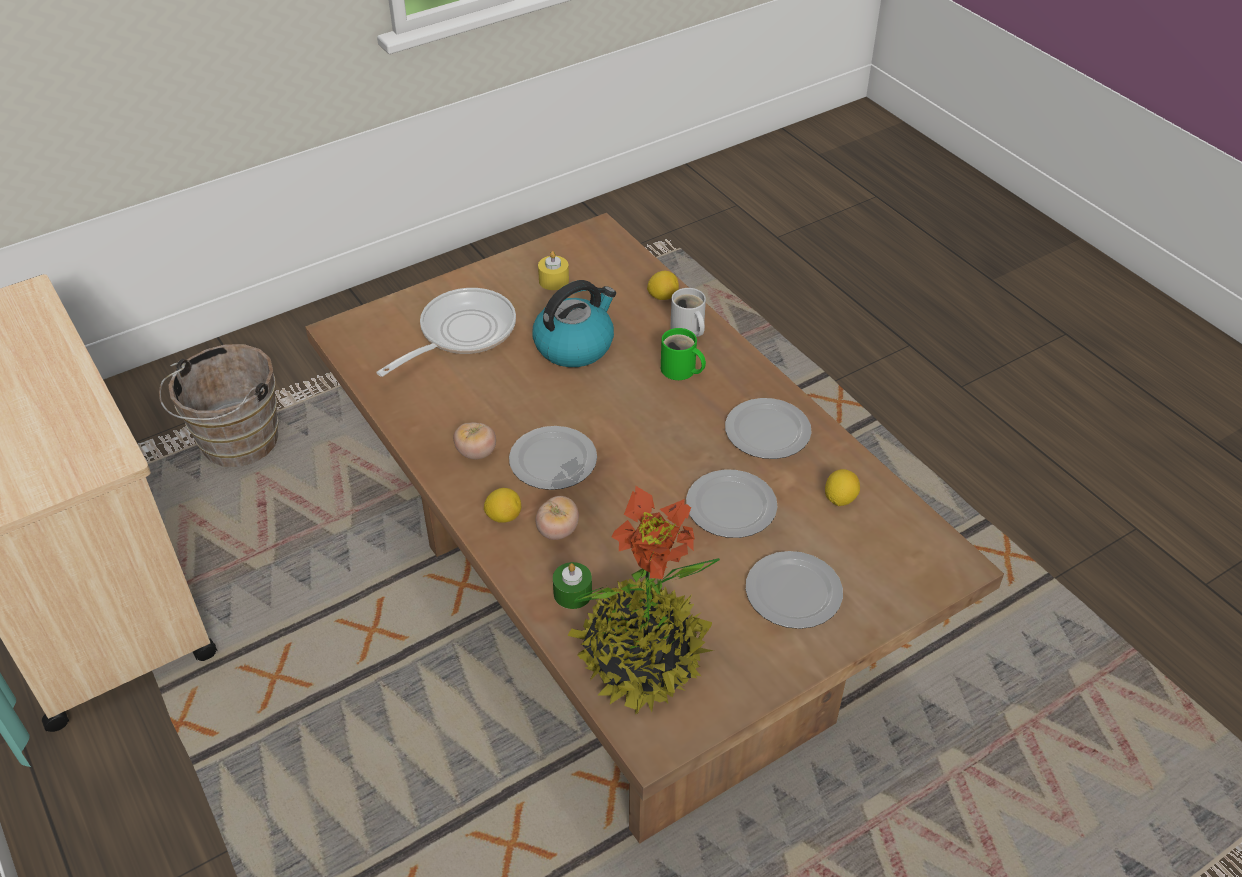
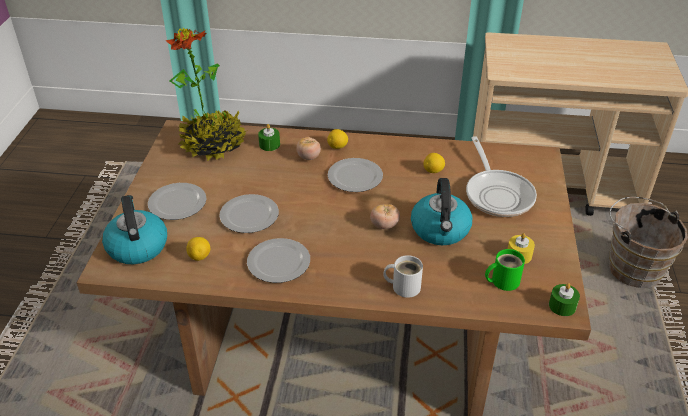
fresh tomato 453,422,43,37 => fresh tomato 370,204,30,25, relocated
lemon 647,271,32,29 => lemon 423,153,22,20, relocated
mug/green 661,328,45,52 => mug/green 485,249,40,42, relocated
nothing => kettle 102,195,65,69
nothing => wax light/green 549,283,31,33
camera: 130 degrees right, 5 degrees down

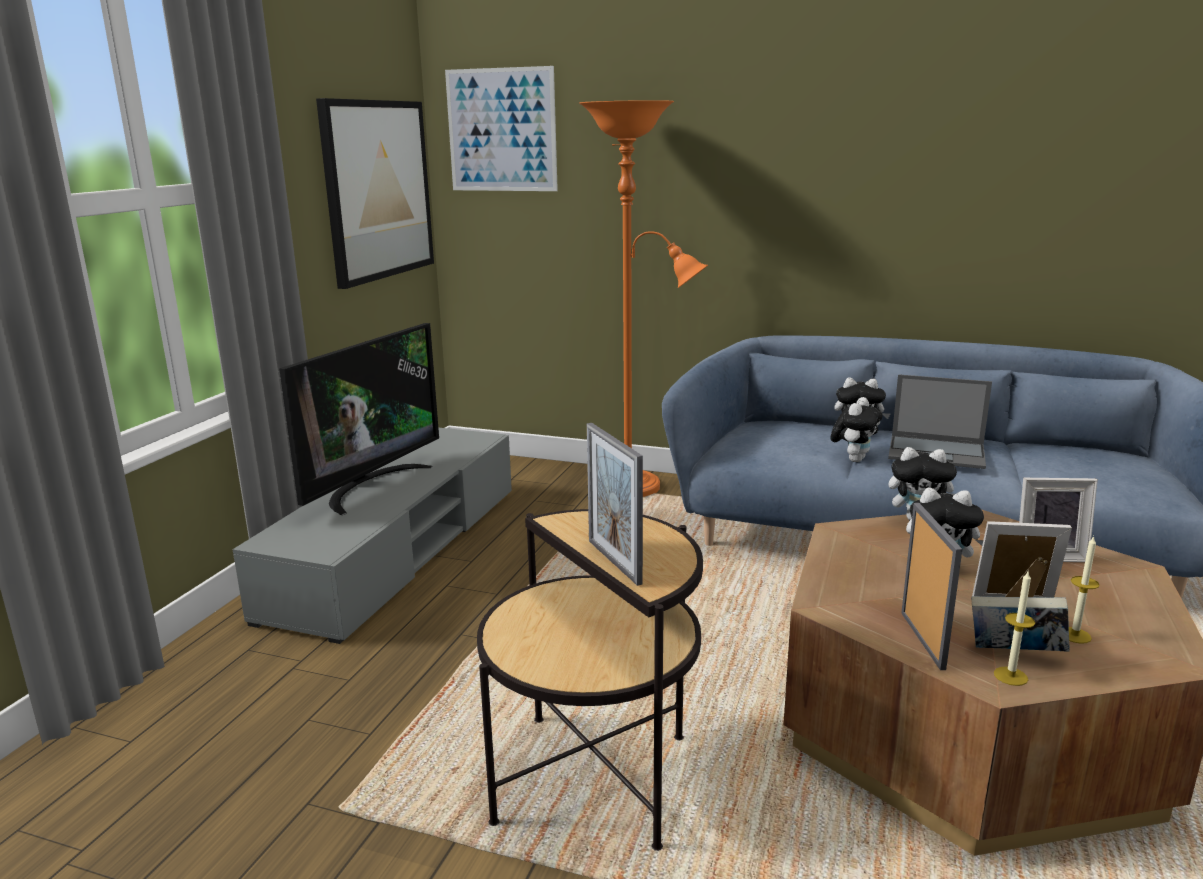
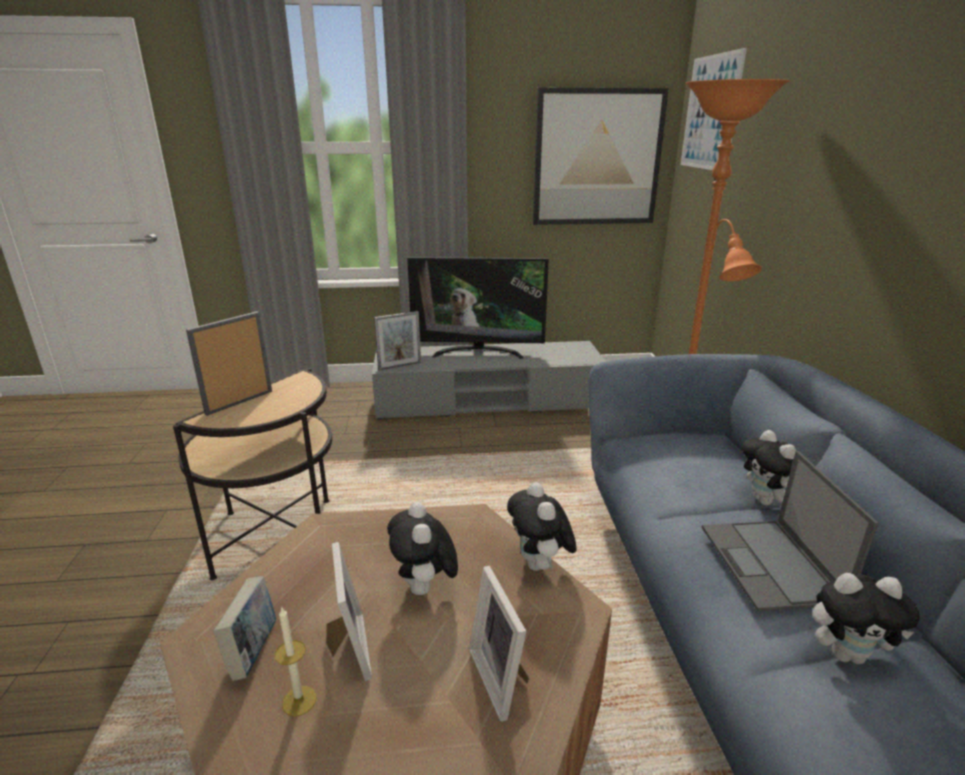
plush toy 830,397,52,65 => plush toy 813,573,107,92, relocated
picture frame 901,503,61,167 => picture frame 374,311,47,59, relocated
wax light 994,572,41,114 => nothing
camera: 65 degrees right, 5 degrees up

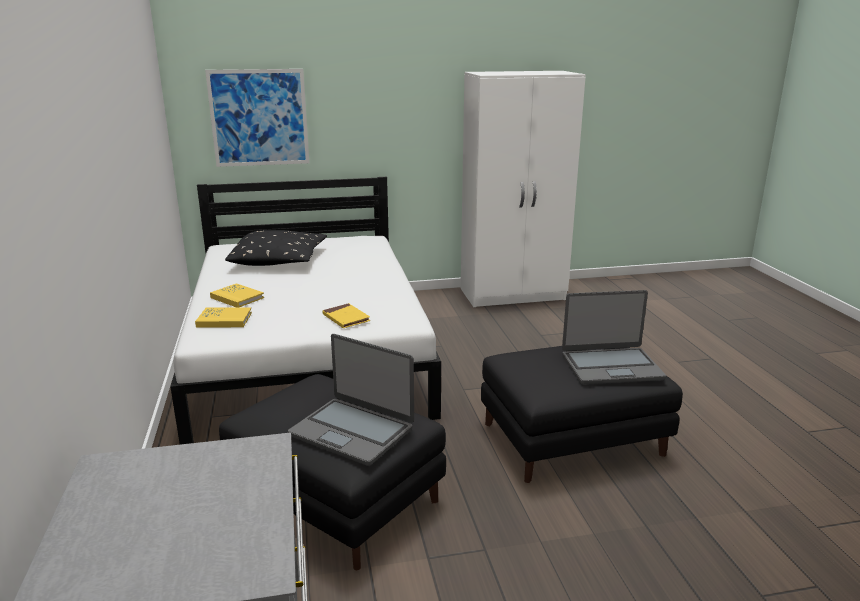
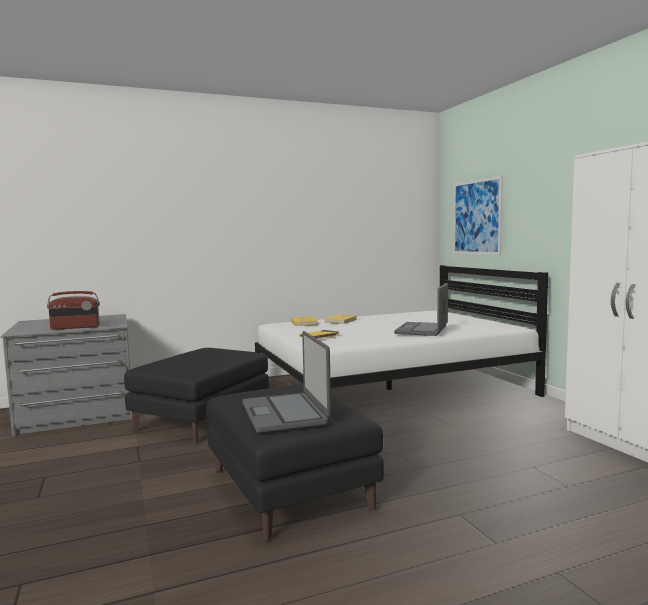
throw pillow/blackish 225,230,102,36 => nothing
notebook computer 288,334,126,132 => notebook computer 394,283,54,53, relocated
nothing => radio 47,291,53,39
camera: 80 degrees right, 15 degrees down

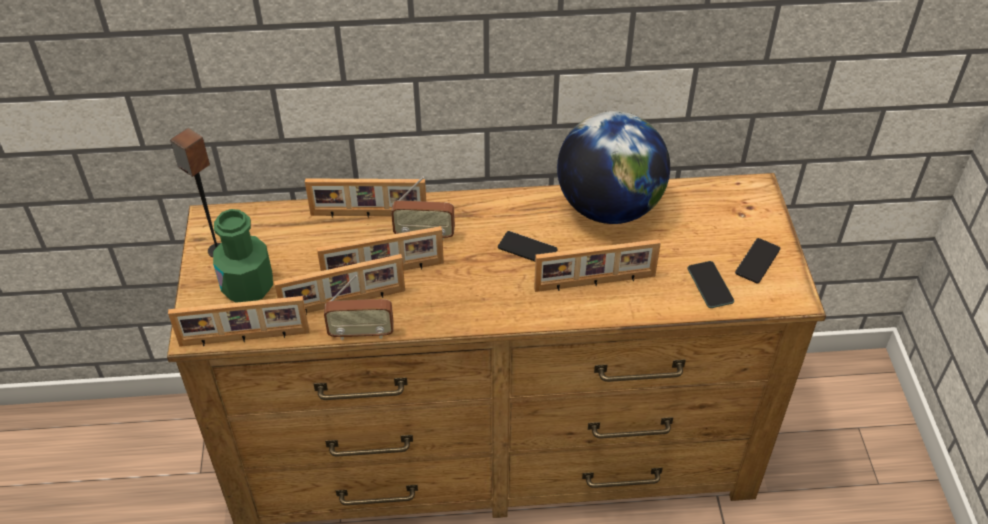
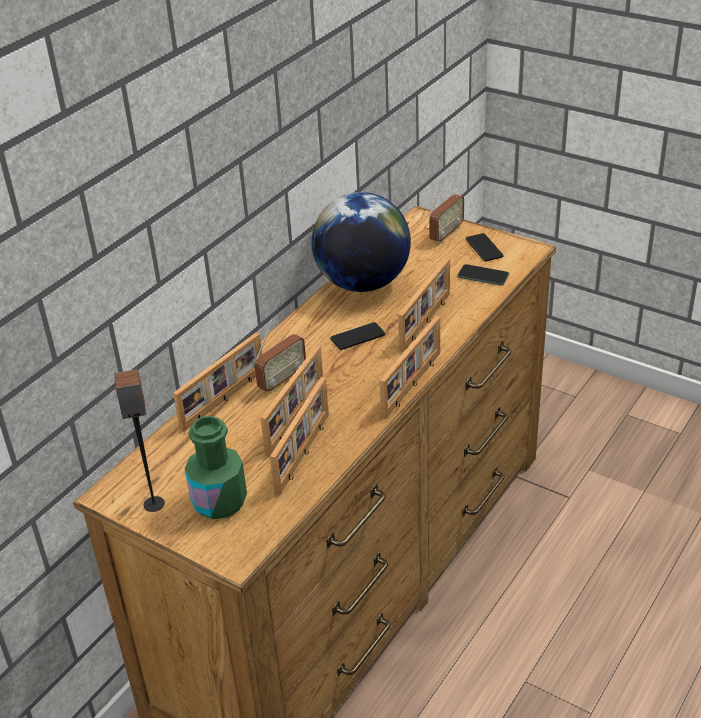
picture frame 168,296,141,51 => picture frame 380,316,60,103, relocated
radio 324,275,70,65 => radio 429,179,35,64, relocated
camera: 50 degrees left, 10 degrees down

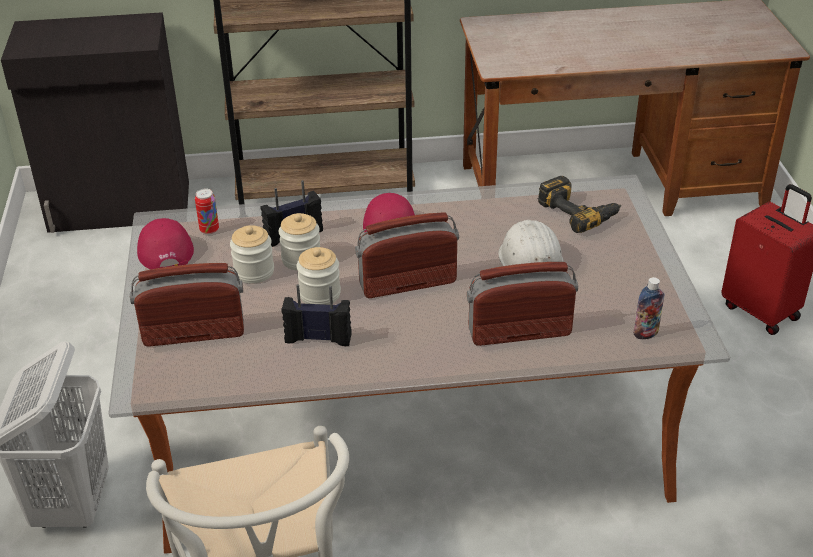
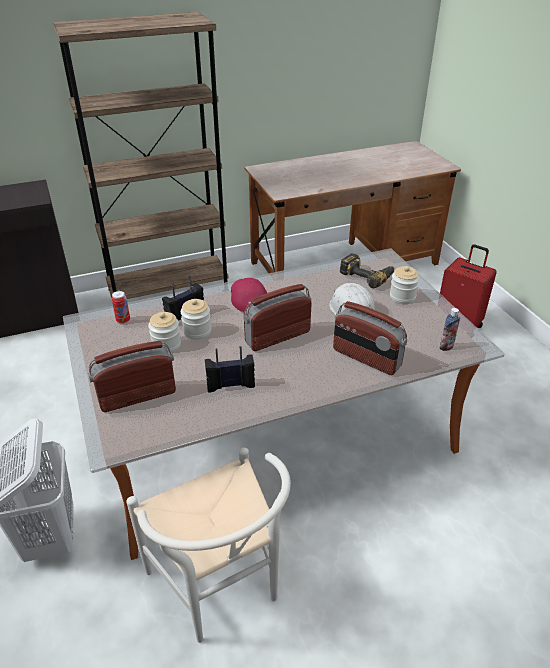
peaked cap/red-coloured 137,218,57,51 => nothing
jar 297,247,44,58 => jar 390,266,29,38, relocated
radio 467,262,111,84 => radio 333,301,74,74, 120 degrees counterclockwise
camera: 15 degrees left, 0 degrees up

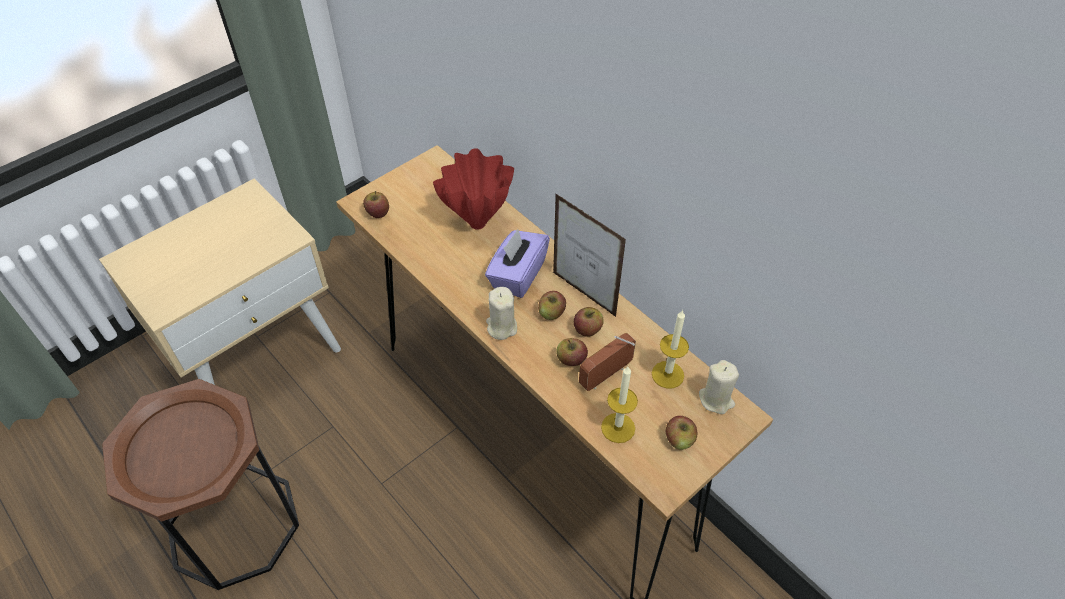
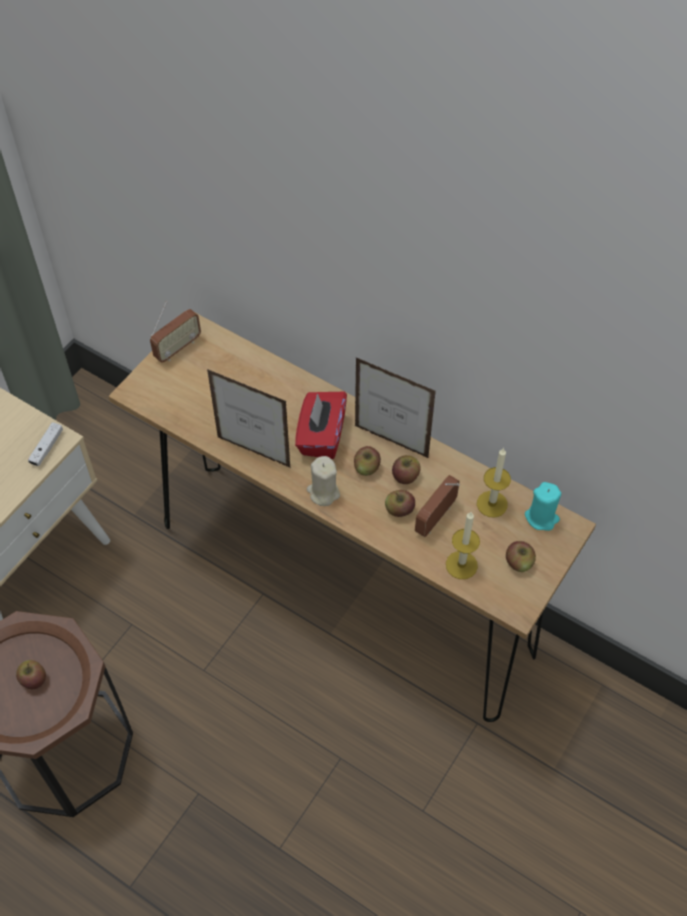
apple fruit 363,191,26,27 => apple fruit 16,660,30,29, relocated
decorative vase/red-coloured 433,148,81,82 => nothing
tissue holder/purple-coloured 485,229,65,69 => tissue holder/red-coloured 295,392,52,67
wax light/sand-coloured 699,360,40,54 => wax light/turquoise-coloured 525,482,36,49
nothing => joypad/whitish 28,422,35,44
nothing => radio 150,301,51,62
nothing => picture frame 207,369,84,99
camera: 15 degrees left, 5 degrees up

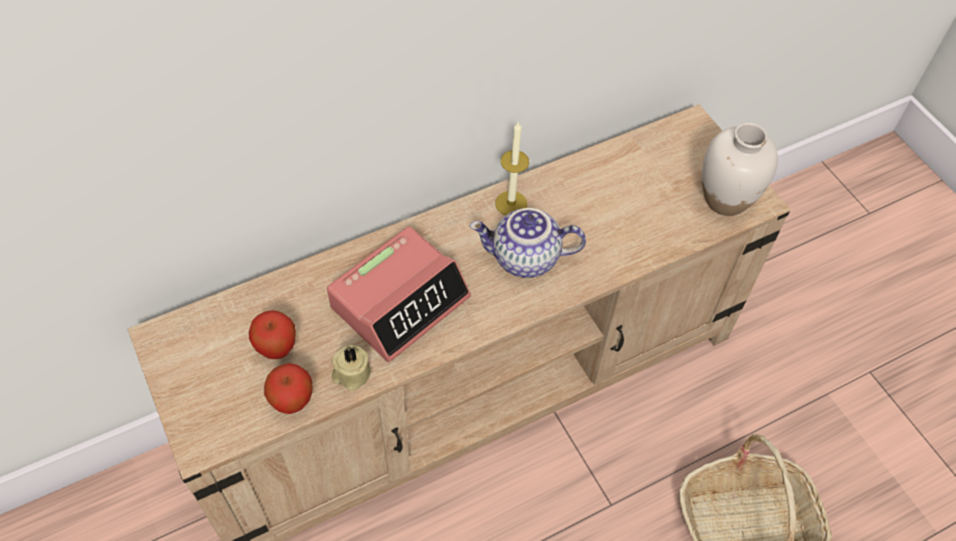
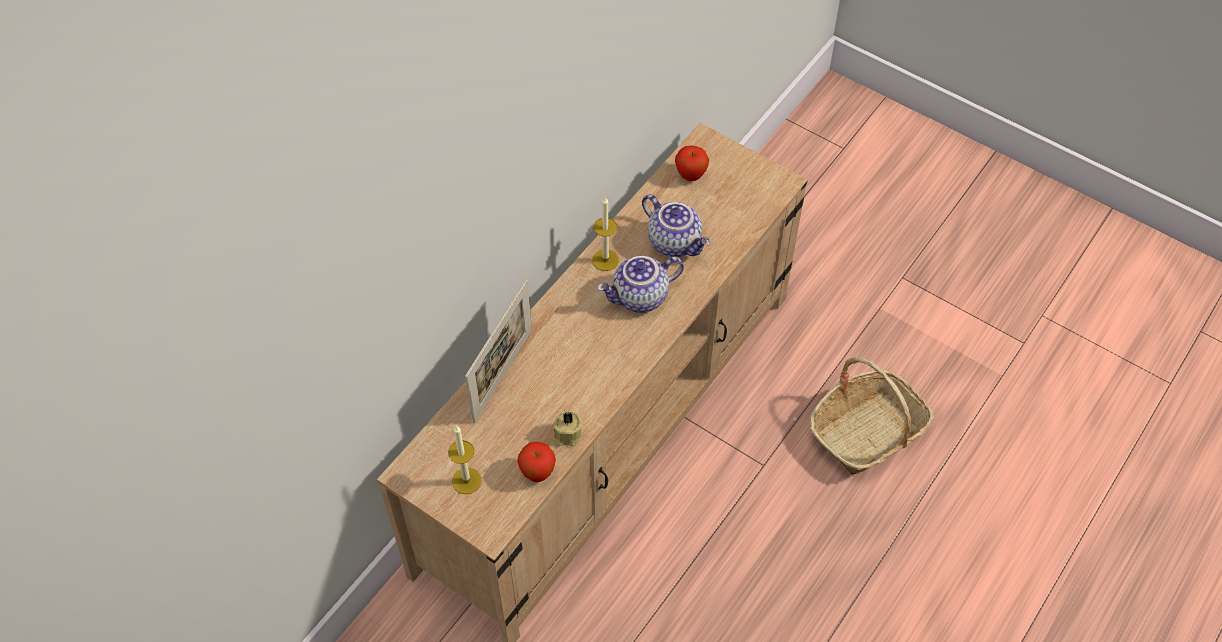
apple fruit 249,310,47,49 => apple fruit 675,146,34,35, relocated
bedside clock 327,227,144,135 => nothing
decorative vase/whitish 702,123,76,93 => nothing
nothing => wax light 448,425,34,69
nothing => picture frame 465,280,67,143
nothing => tea pot 642,194,68,63
camera: 25 degrees left, 0 degrees up

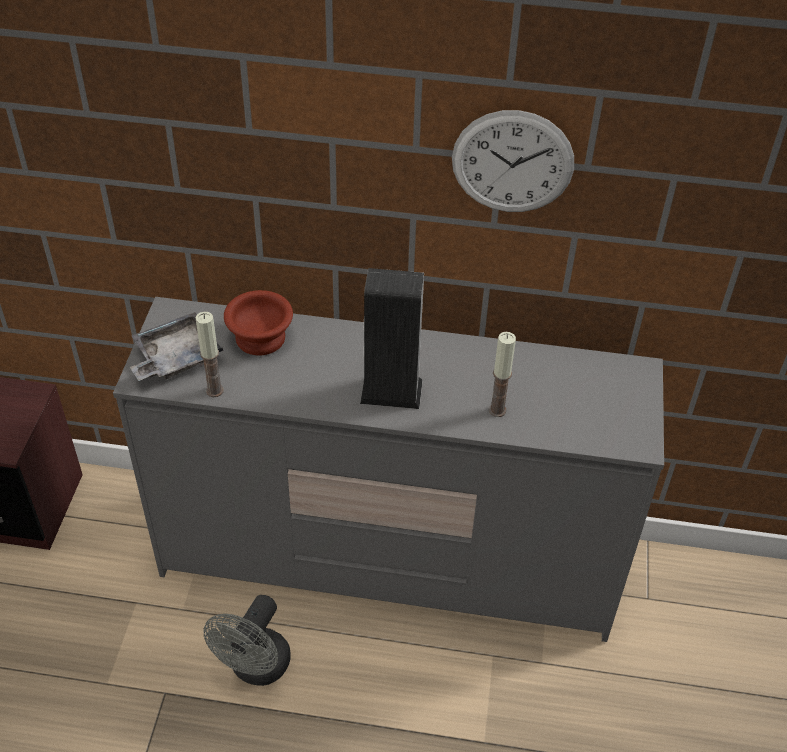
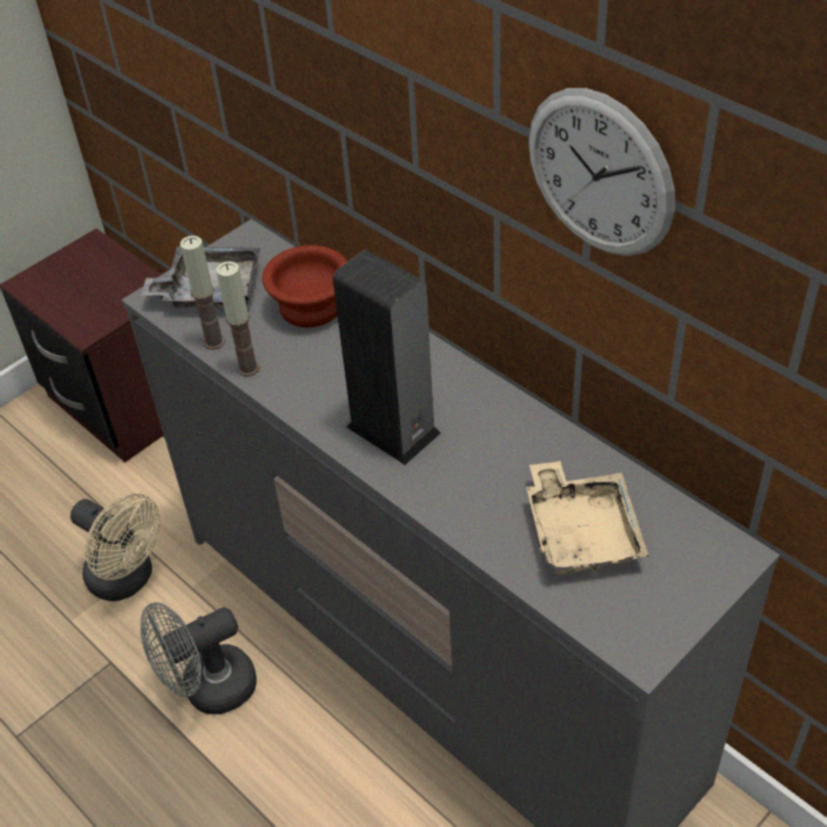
wax light 489,332,27,85 => wax light 216,261,44,115, relocated
nothing => fan/sand-coloured 70,493,90,108
nothing => tray/sand-coloured 526,461,123,114
camera: 40 degrees right, 0 degrees up

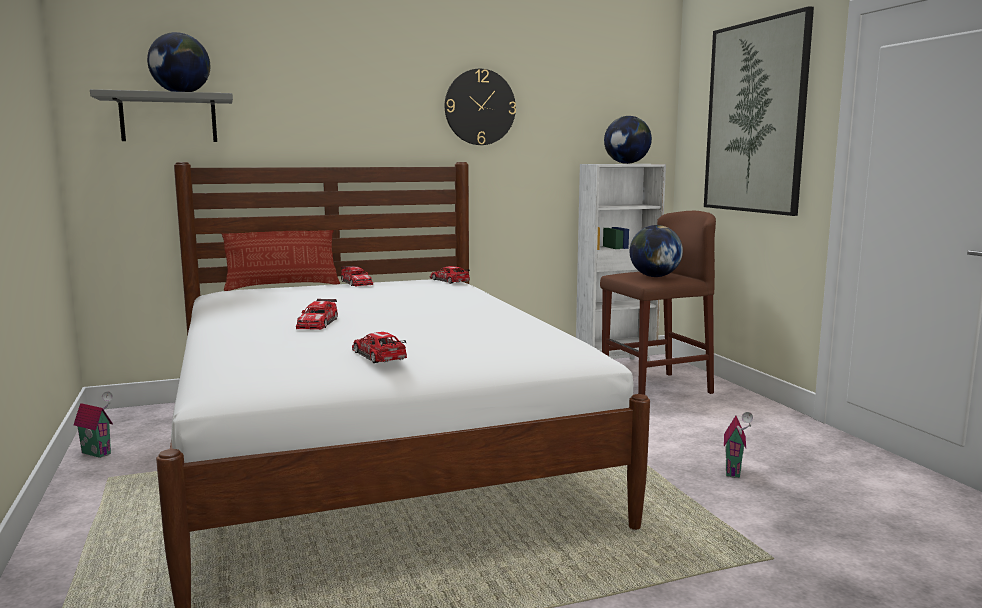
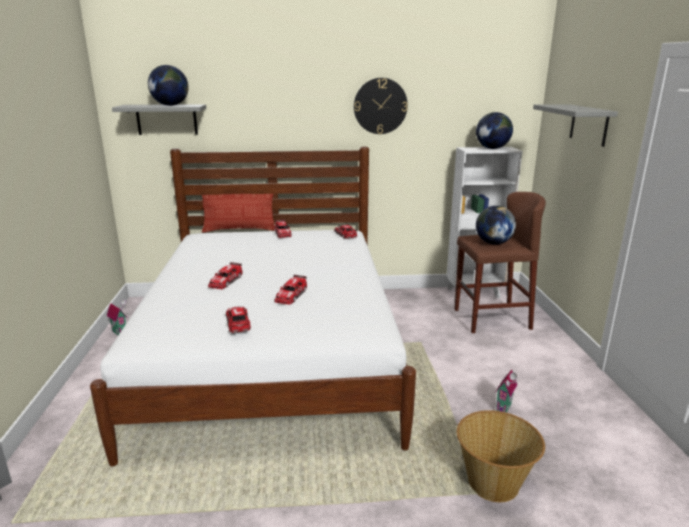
wall picture 704,6,110,210 => wall shelf/grey 533,104,85,43
nothing => toy car 274,275,33,30
nothing => storage basket 457,410,88,92
camera: 15 degrees right, 10 degrees up

